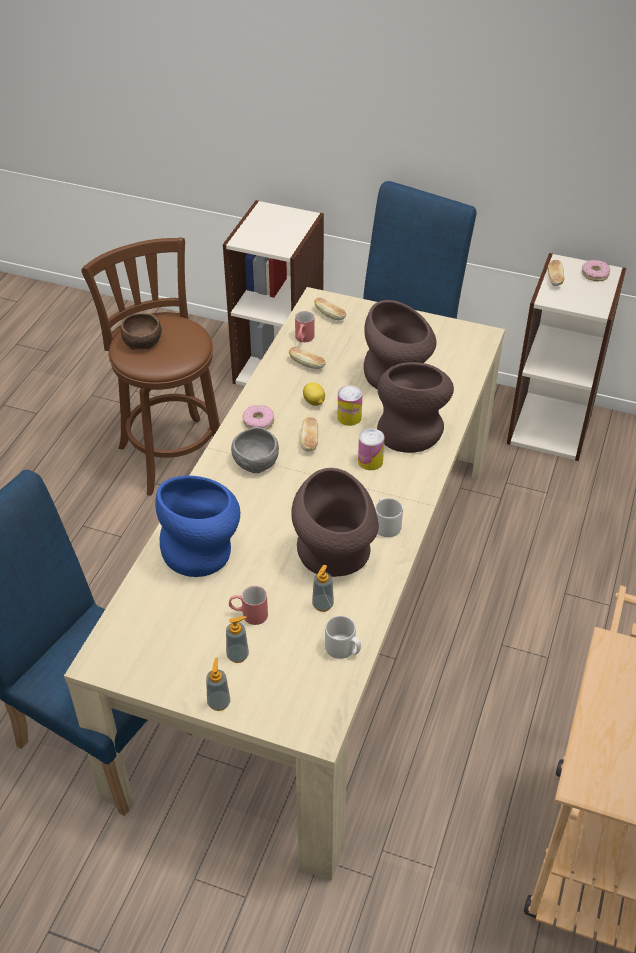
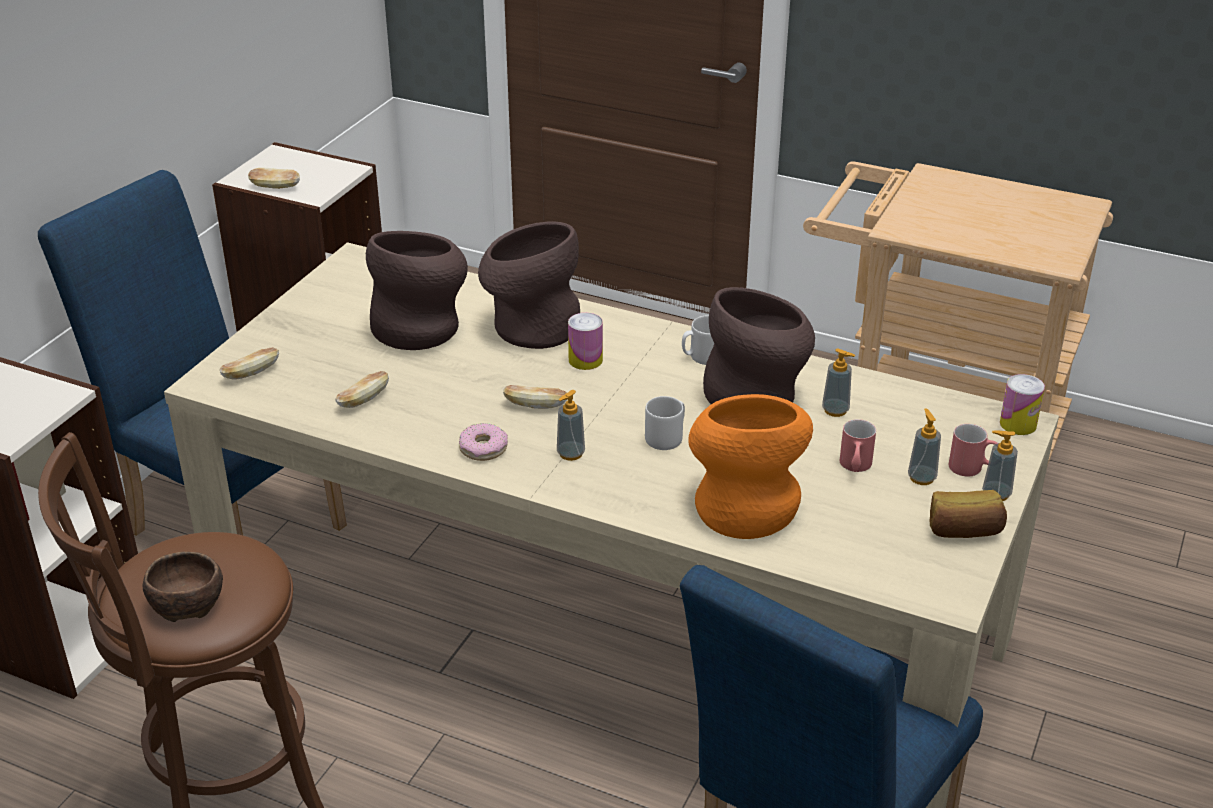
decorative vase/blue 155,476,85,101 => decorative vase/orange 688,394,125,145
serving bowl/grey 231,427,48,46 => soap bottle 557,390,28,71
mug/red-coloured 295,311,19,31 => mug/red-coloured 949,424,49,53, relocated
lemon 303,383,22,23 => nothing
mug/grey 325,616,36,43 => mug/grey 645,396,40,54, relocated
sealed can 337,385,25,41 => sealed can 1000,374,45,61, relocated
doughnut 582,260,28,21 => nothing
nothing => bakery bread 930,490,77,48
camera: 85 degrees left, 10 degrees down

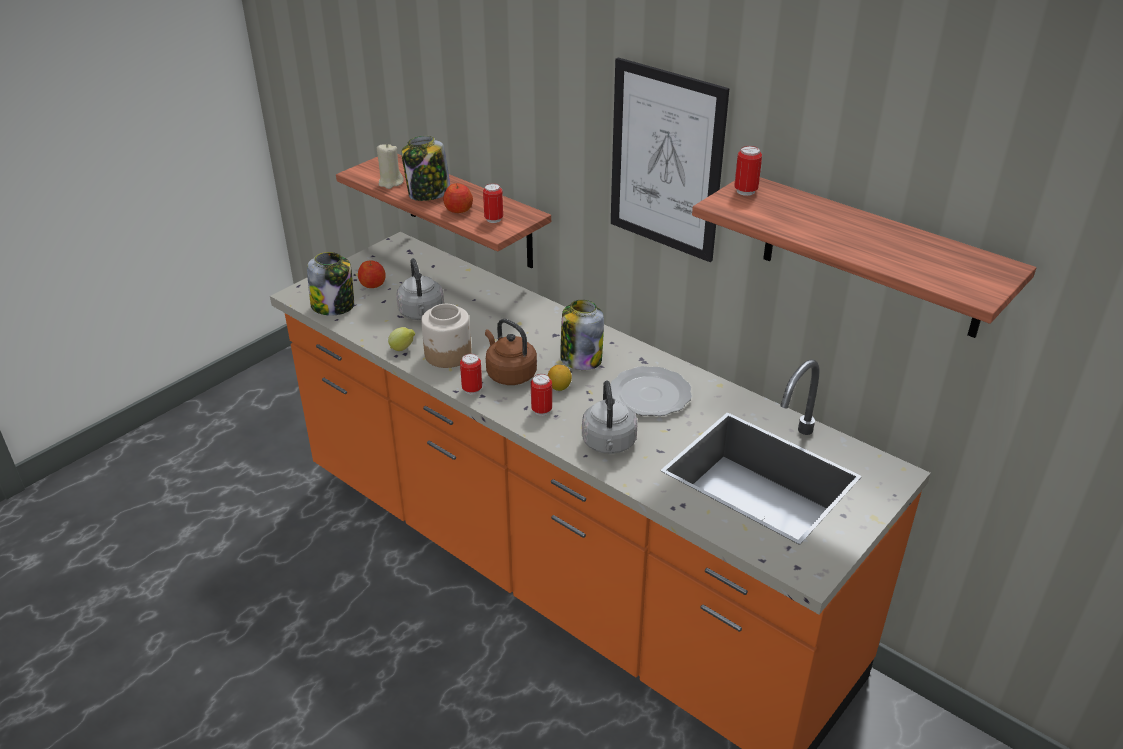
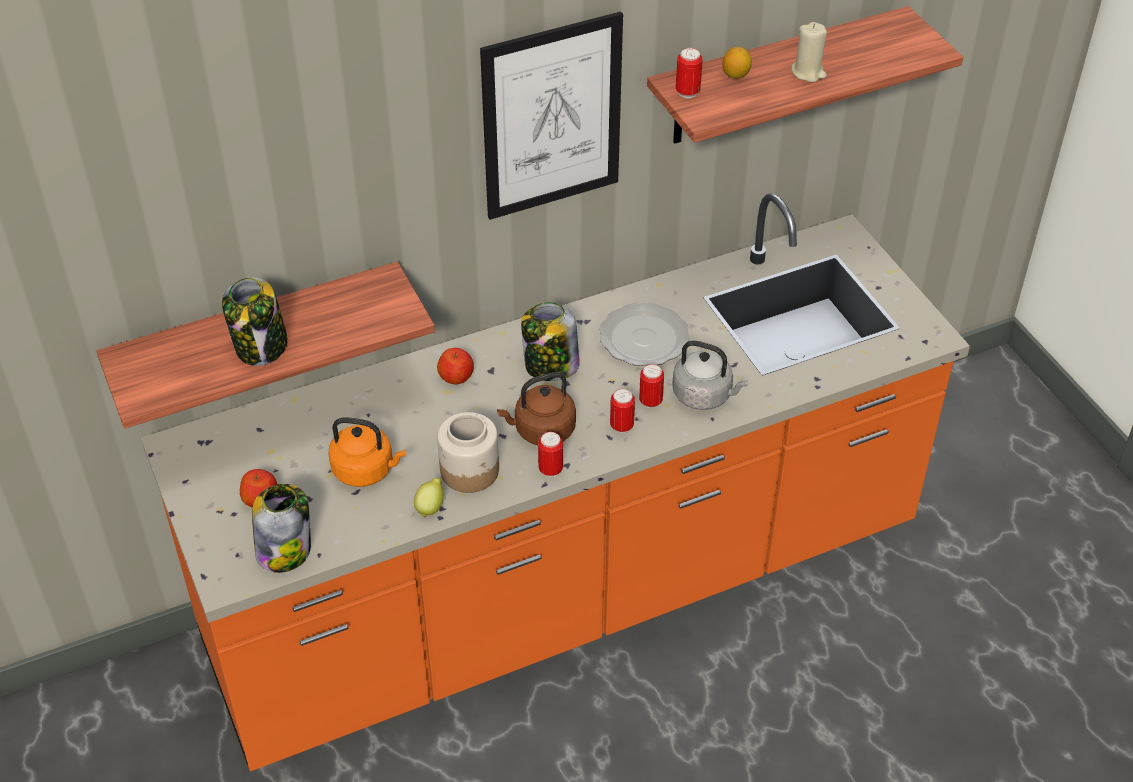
wax light/sand-coloured 377,143,27,46 => wax light/sand-coloured 791,22,36,60, relocated
kettle/grey 396,258,48,62 => kettle/orange 328,417,78,70
apple fruit 443,183,30,30 => apple fruit 437,348,37,36, relocated
sealed can 483,183,20,40 => sealed can 639,364,25,45, relocated
lemon 548,365,24,26 => lemon 722,47,30,31, relocated
camera: 65 degrees left, 10 degrees up

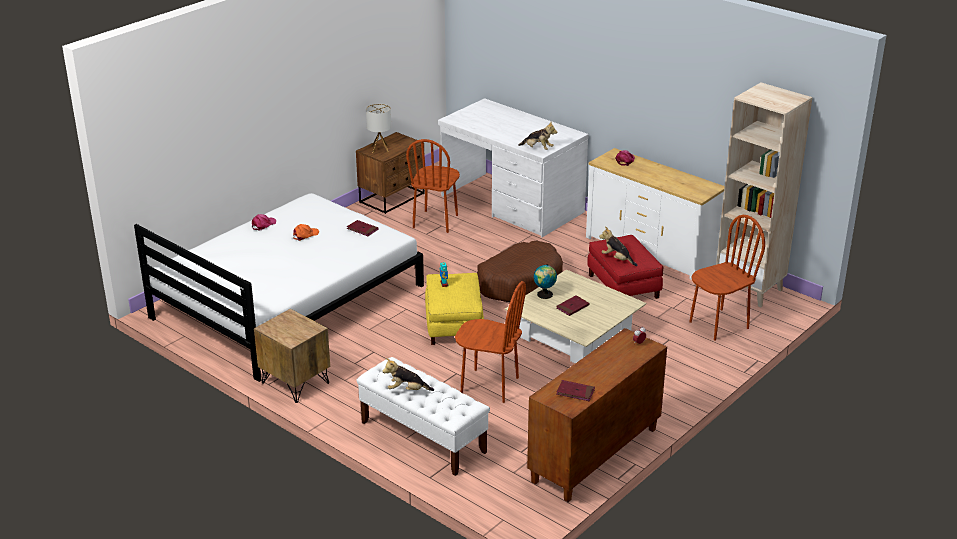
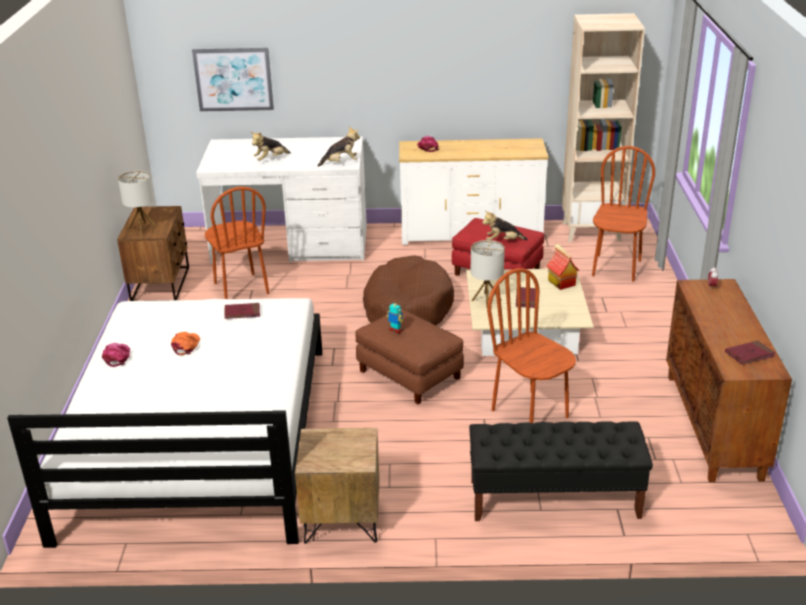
long seat/whitish 356,357,134,119 => long seat/blackish 469,421,184,100
plush toy 382,358,52,33 => plush toy 251,132,40,29, relocated
pouffe/yellowish 425,273,59,72 => pouffe/brown-coloured 355,309,109,95
upright chair/brown-coloured 455,281,71,122 => upright chair/brown-coloured 487,268,89,155, 105 degrees counterclockwise
desk globe 534,264,23,35 => lamp for a table 471,240,34,68
nothing => wall picture 192,48,82,64
nothing => miniature house 546,244,34,46
camera: 40 degrees left, 0 degrees up

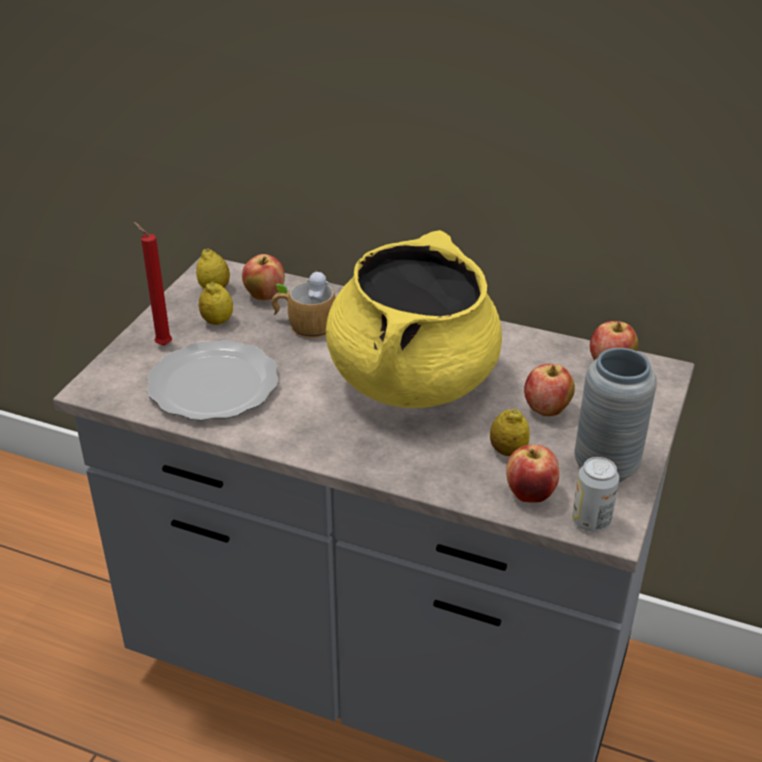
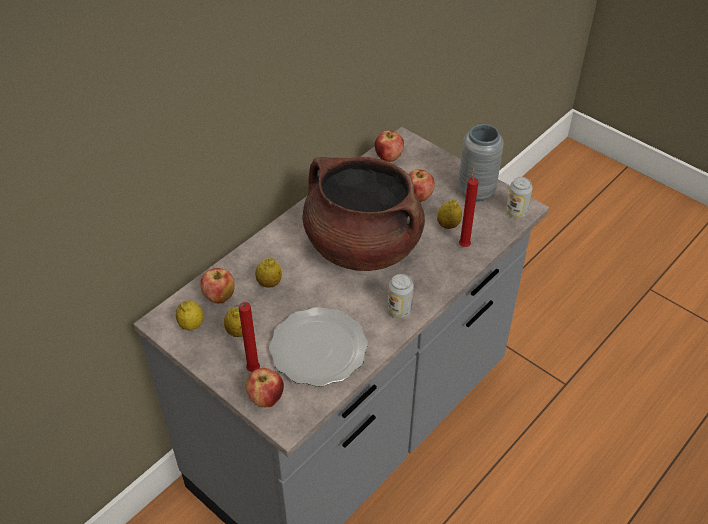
mug 271,270,65,68 => lemon 255,257,27,31
stockpot/yellowish 325,230,177,178 => stockpot/brown-coloured 302,156,123,115
apple fruit 506,445,53,58 => apple fruit 246,368,38,39, relocated
nothing => sealed can 388,274,26,44
nothing => wax light/red-coloured 459,166,19,81
camera: 70 degrees left, 10 degrees up

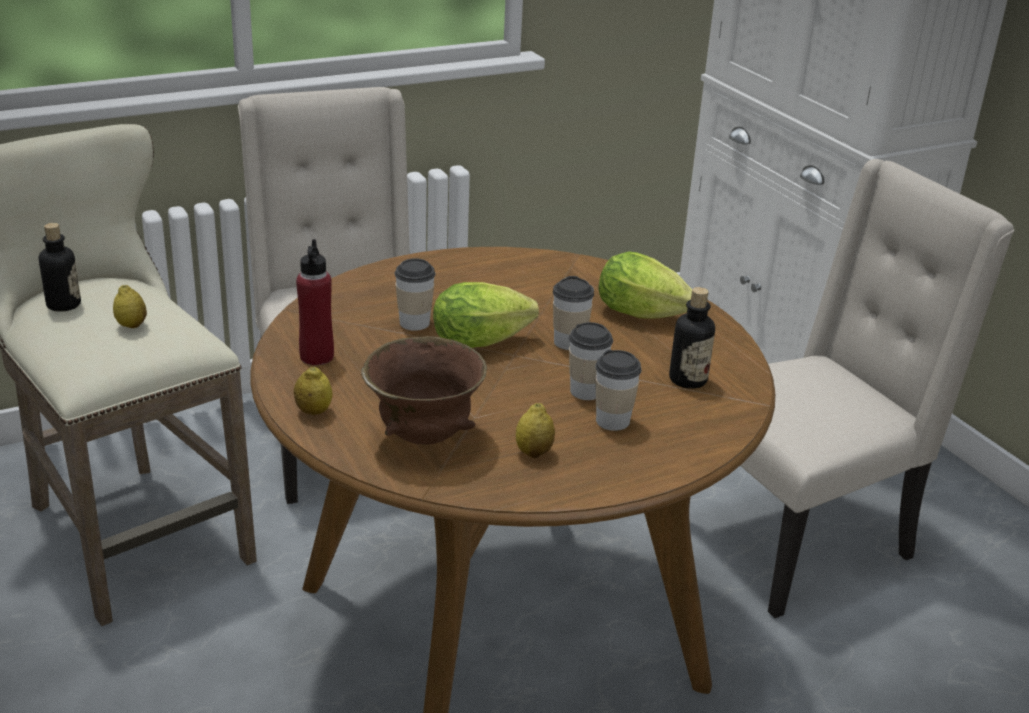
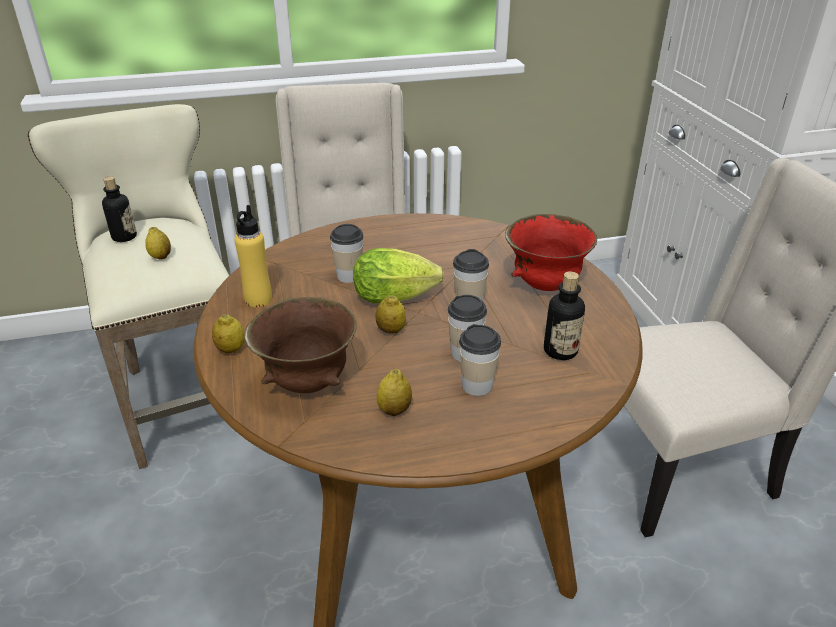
bottle/red-coloured 296,239,38,126 => bottle/yellowish 235,205,37,102
lettuce head 598,251,94,68 => serving bowl/red-coloured 505,214,92,77
nothing => lemon 376,295,30,38
camera: 15 degrees right, 5 degrees up

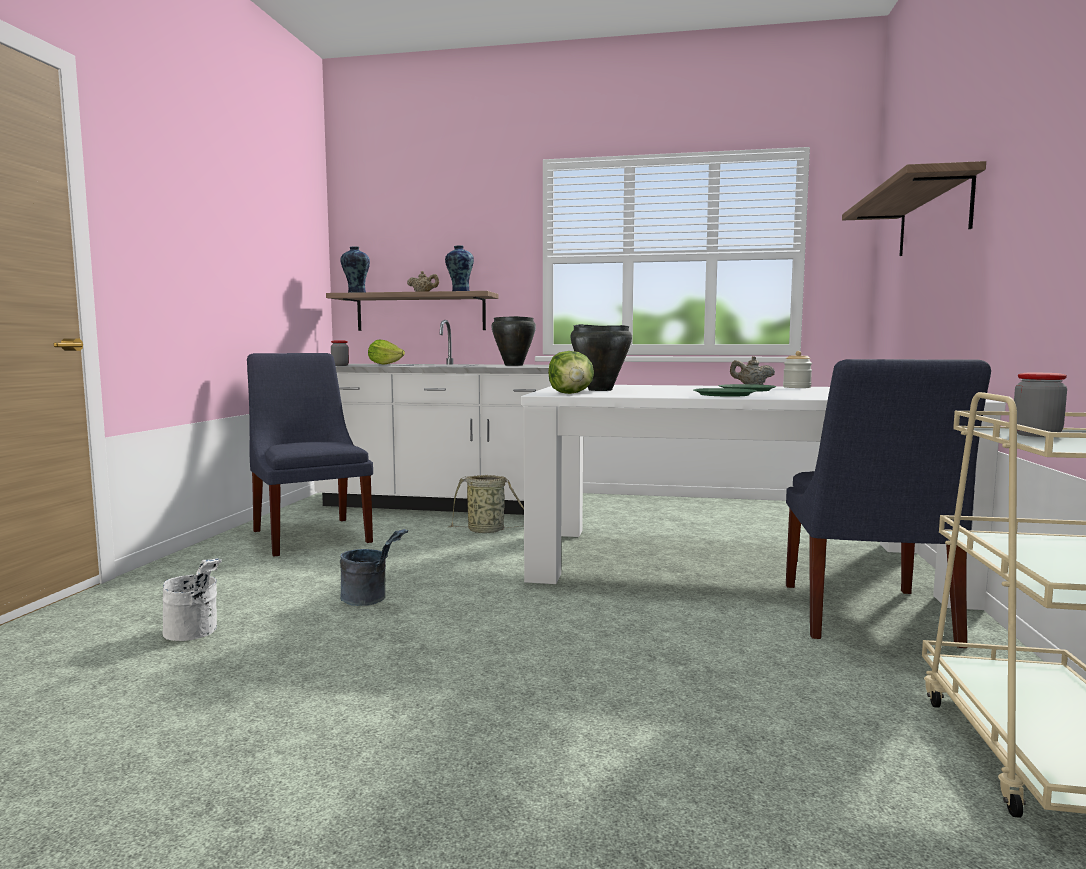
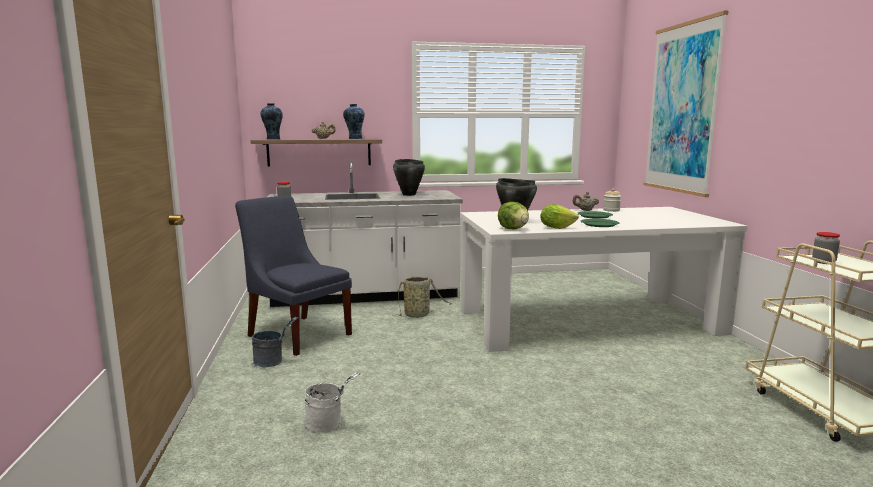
pail/grey 340,529,68,77 => pail/grey 252,317,47,50, relocated
lettuce head 368,340,37,25 => lettuce head 540,204,39,25, relocated
upright chair/blue 786,359,205,289 => nothing
wall shelf 842,161,144,95 => wall picture 644,11,84,186
camera: 20 degrees left, 5 degrees up

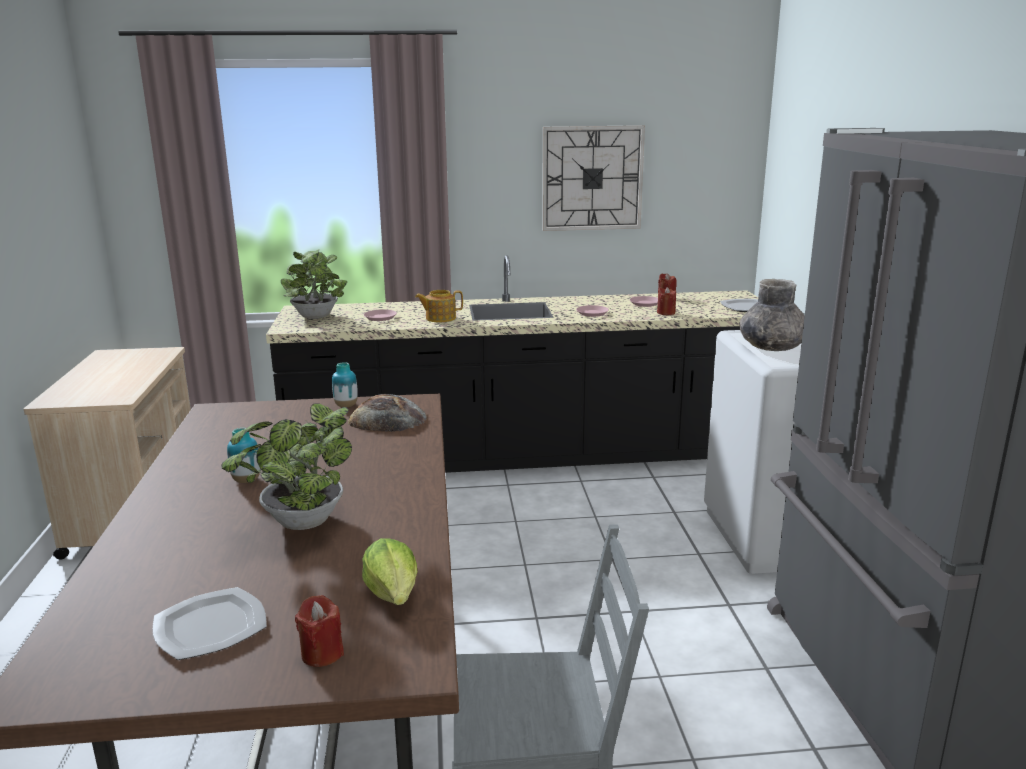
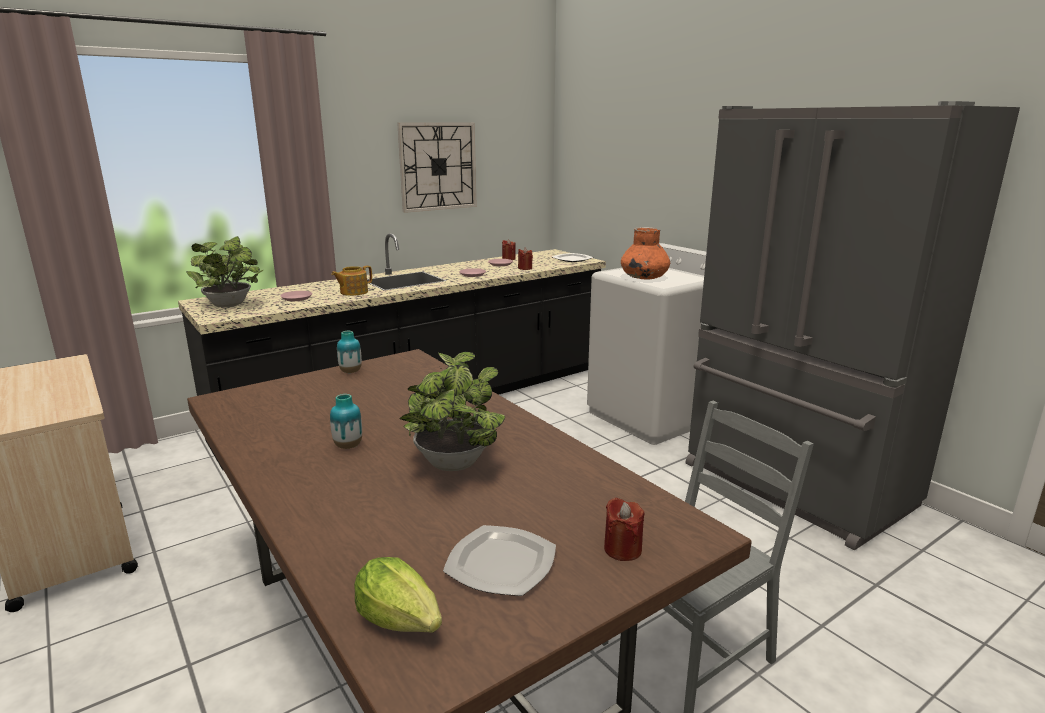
bakery bread 348,394,79,38 => nothing
lettuce head 362,538,55,67 => lettuce head 354,557,88,75, relocated
decorative vase/grey 740,279,65,72 => decorative vase/orange 621,227,49,52
camera: 30 degrees left, 0 degrees up

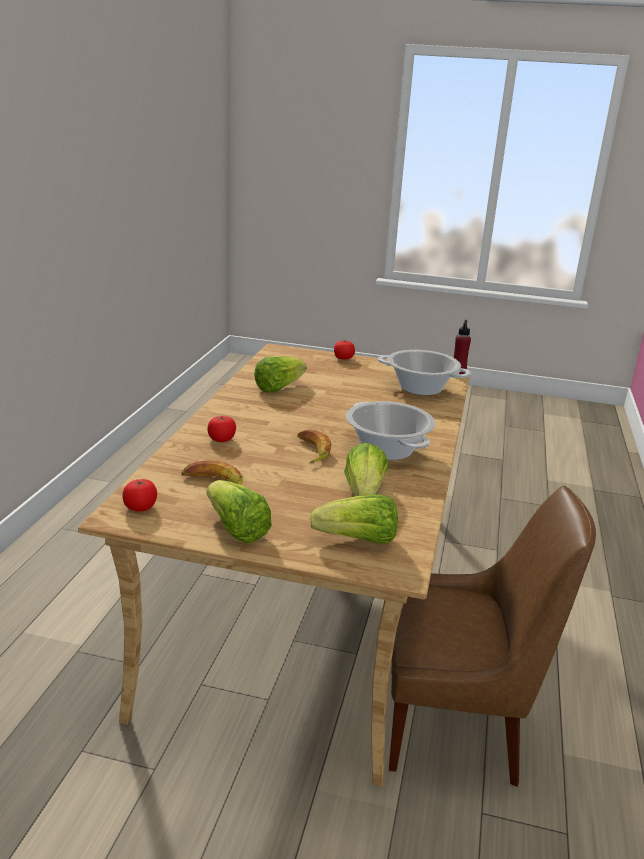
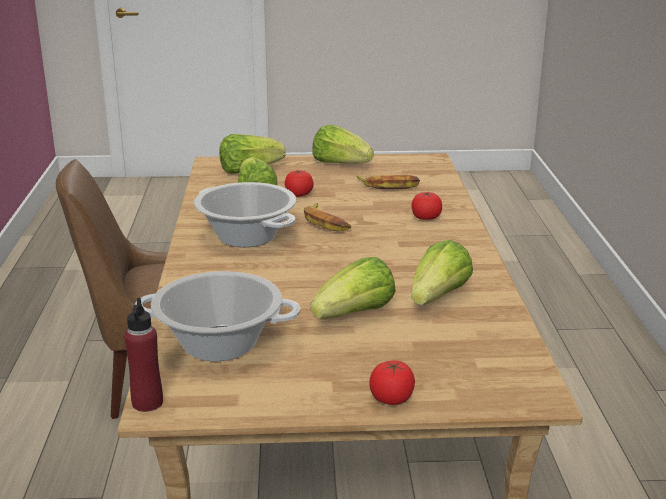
fresh tomato 123,479,34,33 => fresh tomato 285,170,28,27, relocated
nothing => lettuce head 311,257,85,62
camera: 165 degrees right, 0 degrees up

